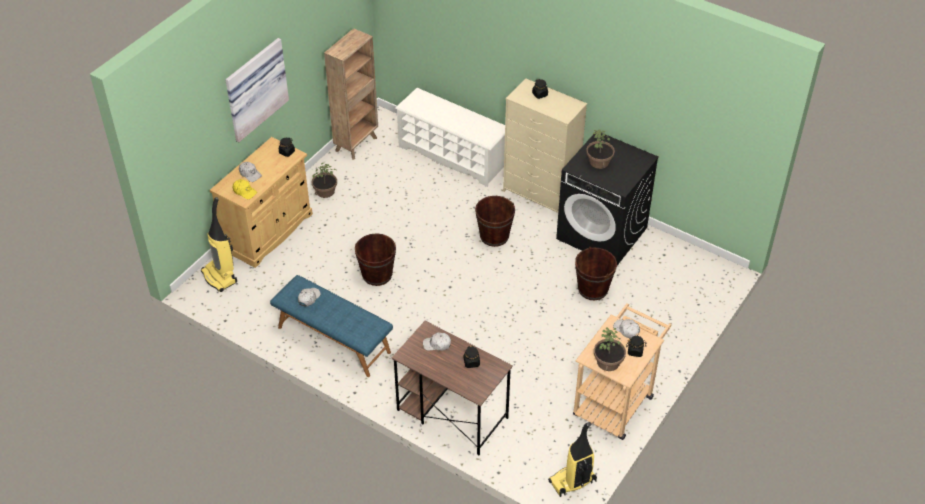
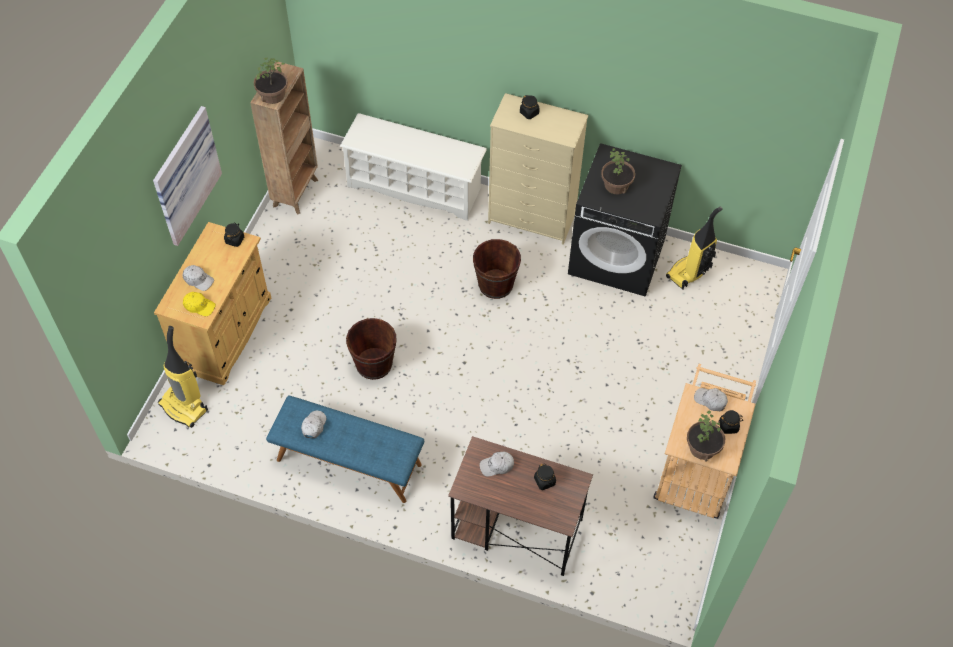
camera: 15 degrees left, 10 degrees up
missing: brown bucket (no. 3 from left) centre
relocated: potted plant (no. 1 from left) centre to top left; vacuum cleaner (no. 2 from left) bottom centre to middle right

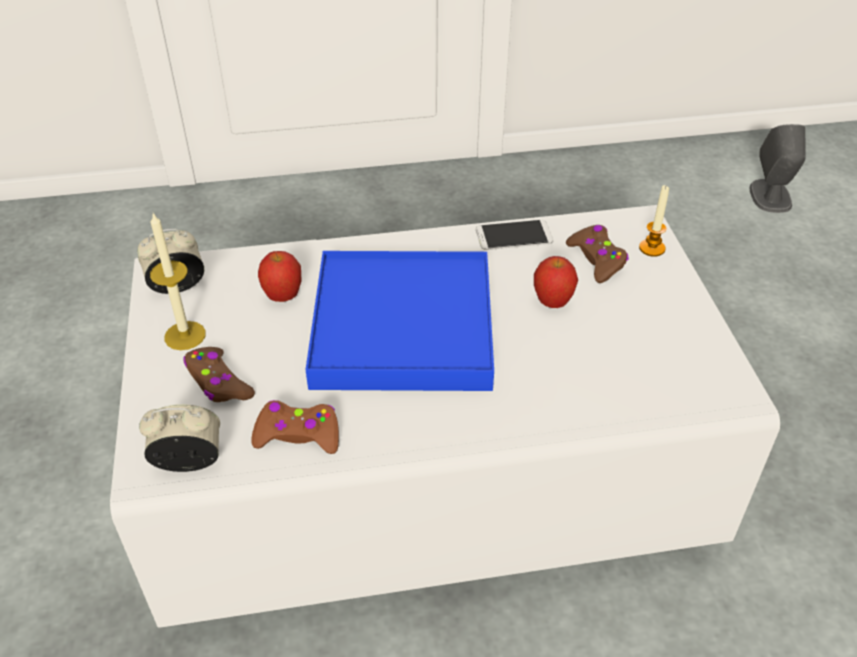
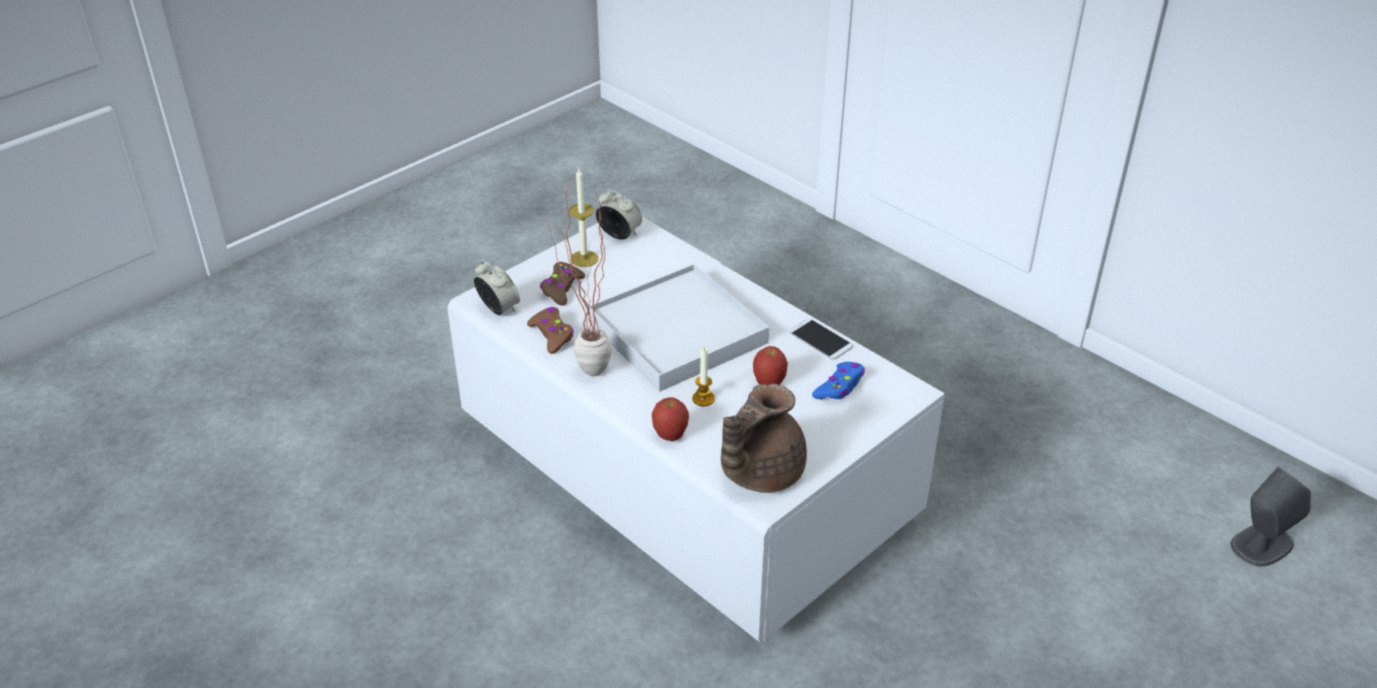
camera: 55 degrees right, 5 degrees down
appeared: potted plant centre; brown teapot centre
relocated: candle (no. 2 from left) middle right to centre; apple (no. 1 from left) middle left to centre
colour: brown game controller (no. 3 from left) middle right to blue game controller centre; blue tray centre to white tray centre

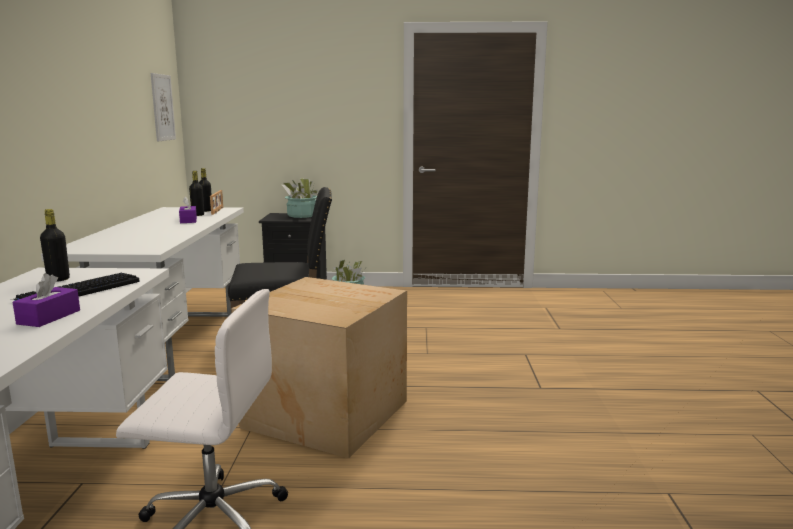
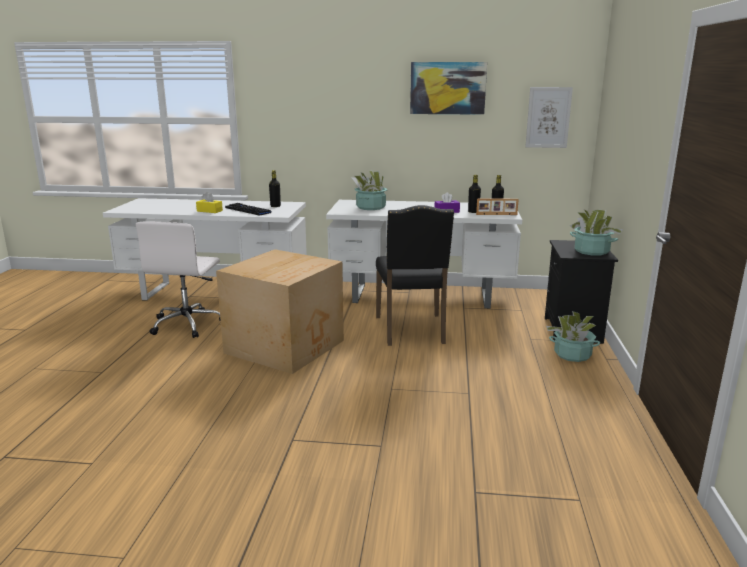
camera: 95 degrees right, 5 degrees up
appeared: picture (no. 1 from left) top centre; potted plant (no. 1 from left) centre
colour: purple tissue box (no. 1 from left) middle left to yellow tissue box middle left

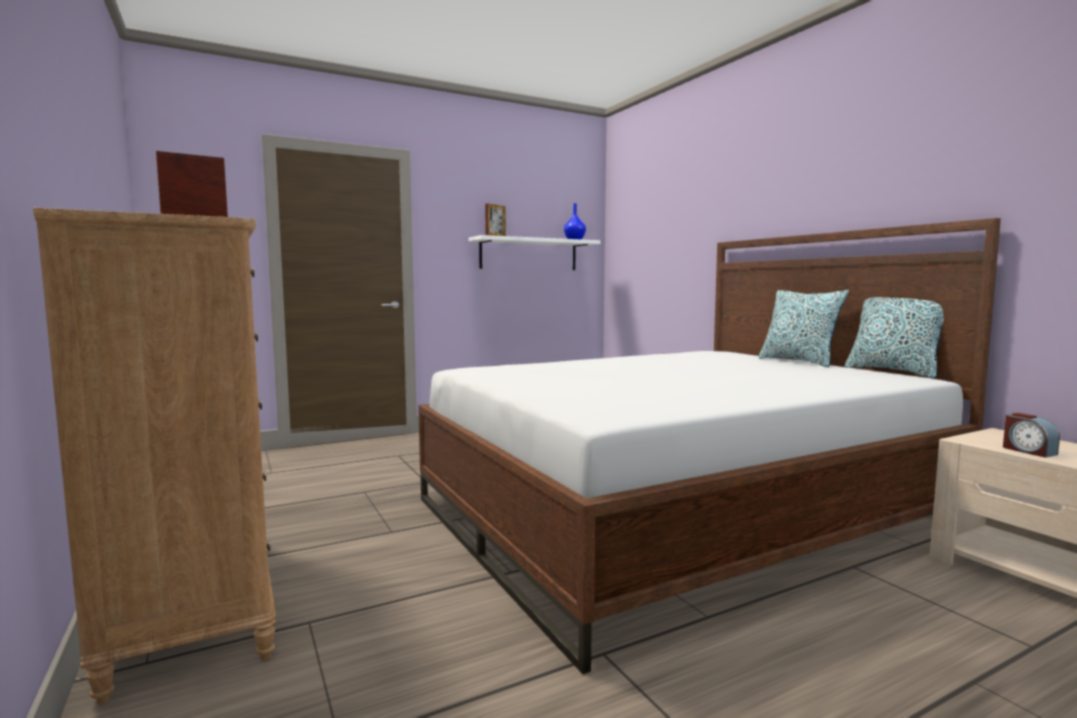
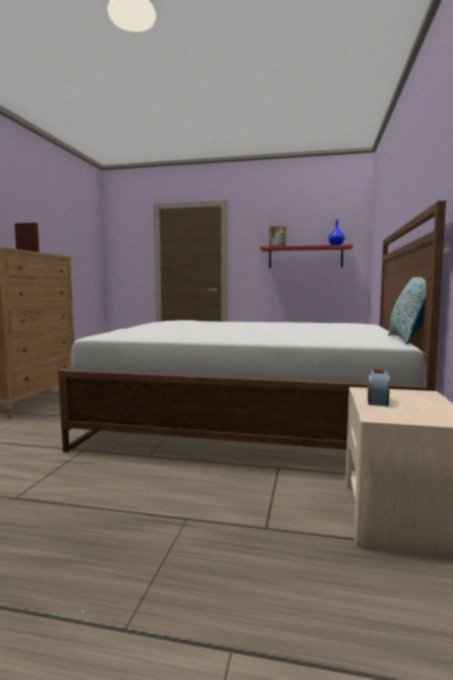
camera: 40 degrees right, 0 degrees up
missing: pillow (no. 1 from left) middle right
colour: white shelf centre to red shelf middle right

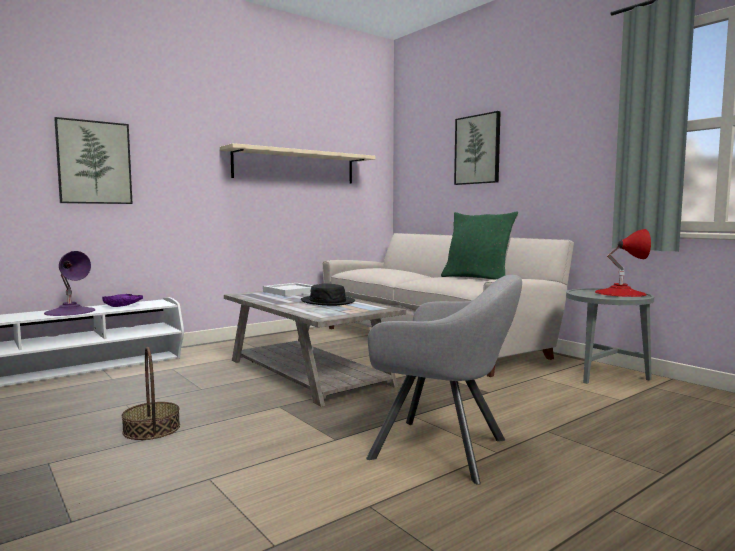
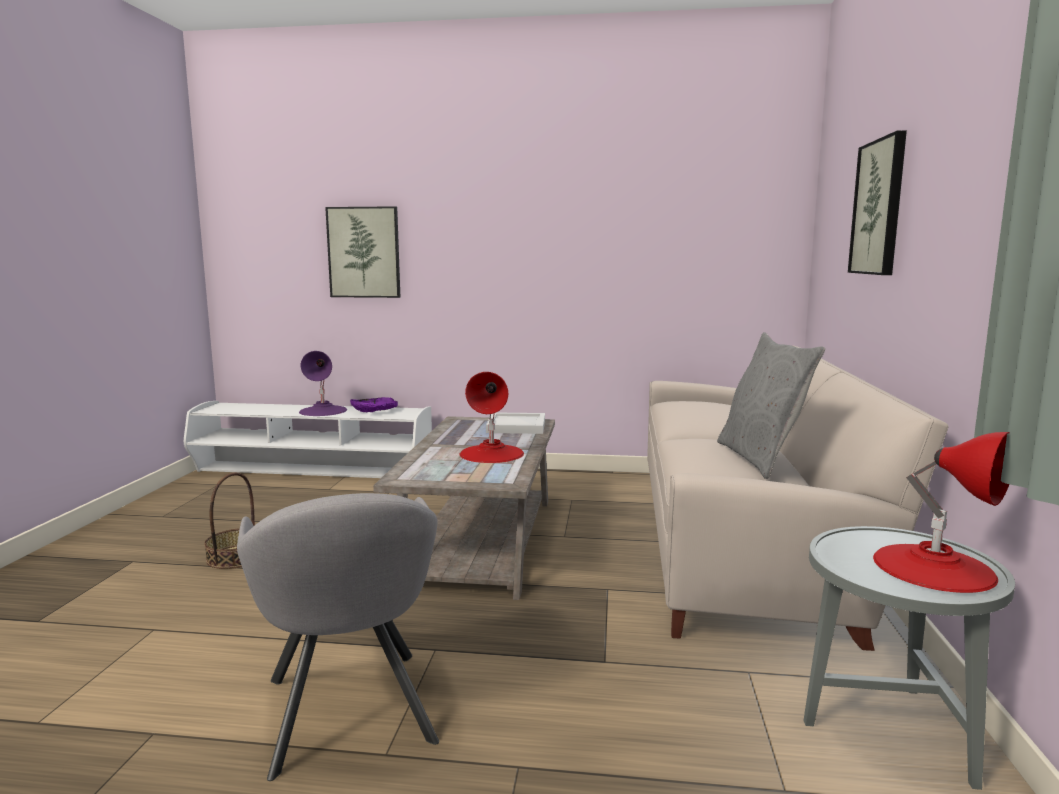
camera: 45 degrees right, 5 degrees up
missing: beige shelf top centre
exchanged: black hat centre to red table lamp (no. 1 from left) centre
colour: green pillow centre to grey pillow middle right

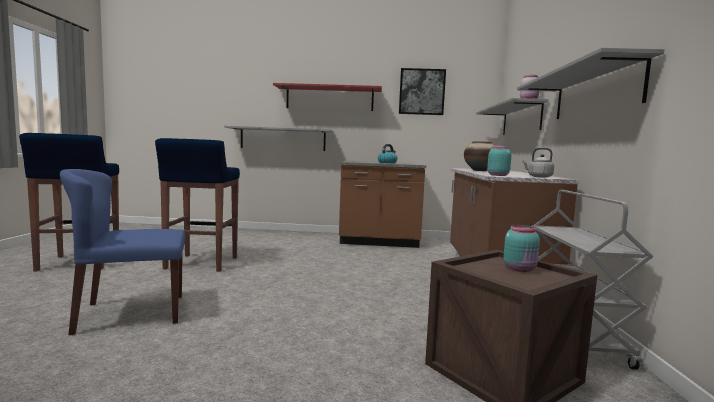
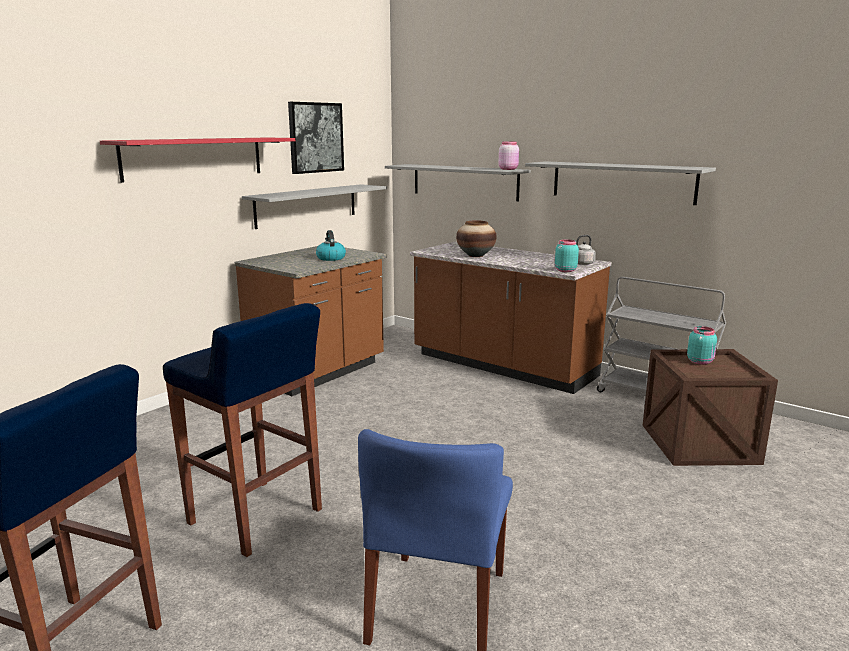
camera: 55 degrees left, 10 degrees up
relocated: grey shelf (no. 1 from left) centre to top centre

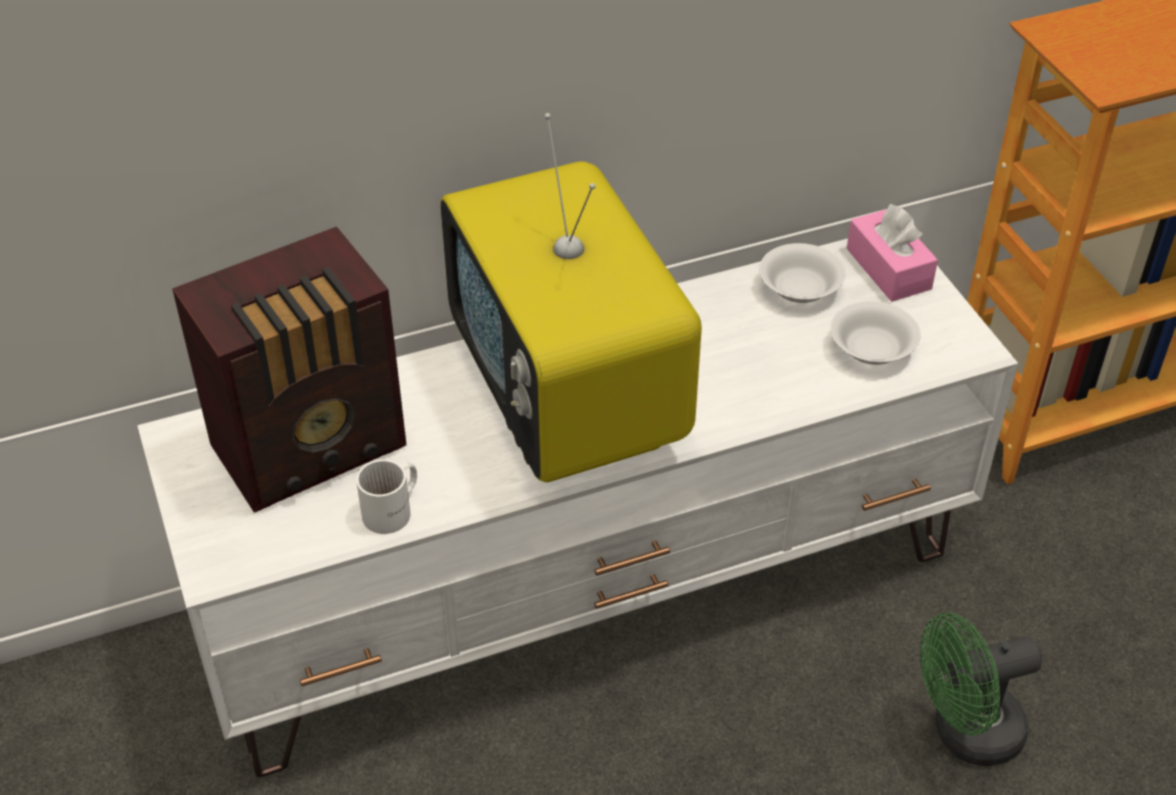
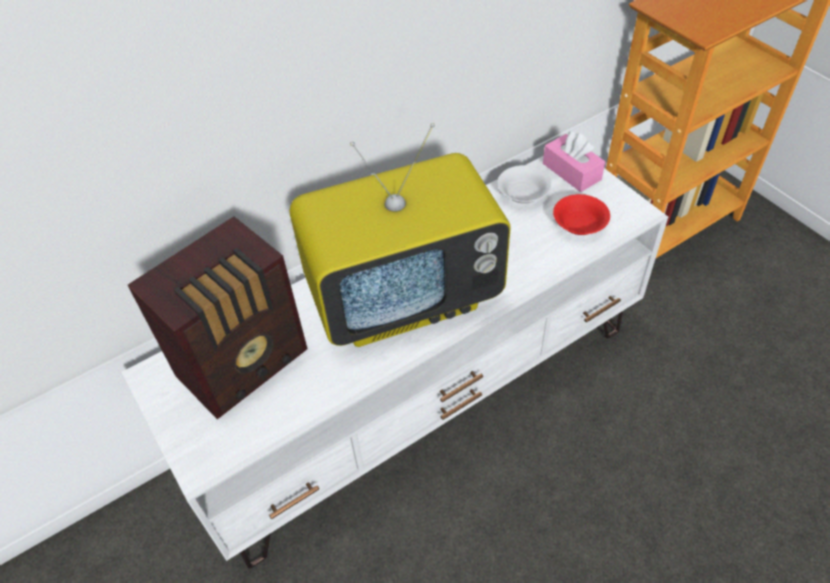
camera: 10 degrees left, 5 degrees up
missing: white mug middle left; green fan bottom right
colour: white bowl (no. 2 from left) middle right to red bowl middle right
spun: television centre = centre 75 degrees counterclockwise

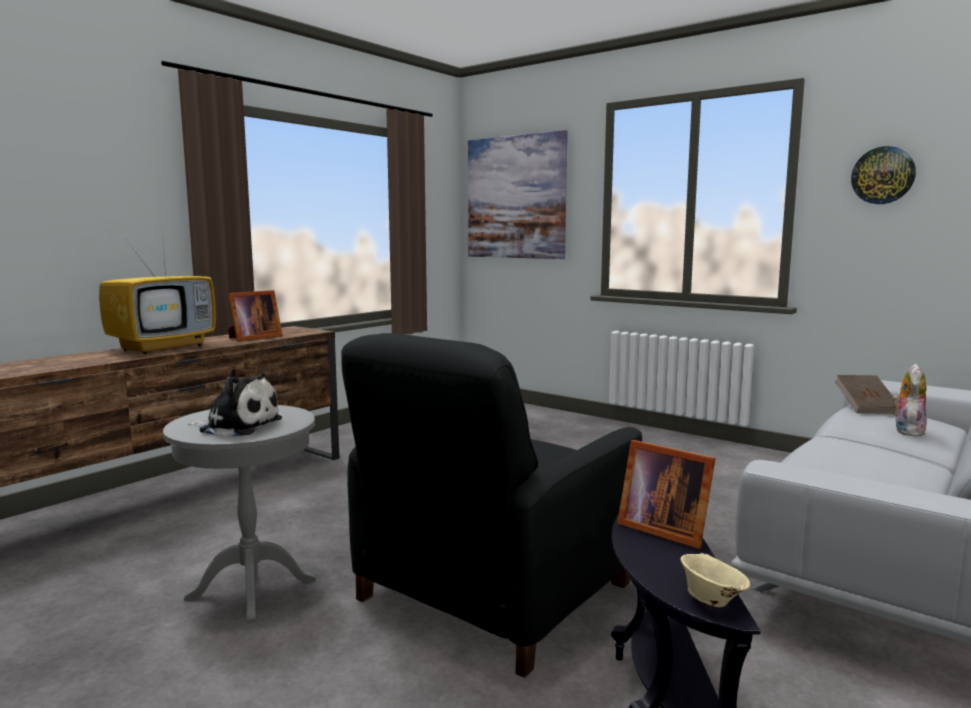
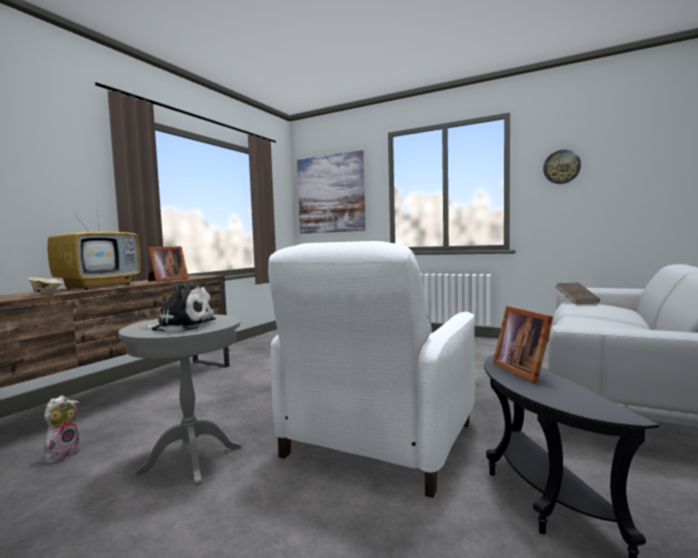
camera: 10 degrees left, 5 degrees down
relocated: plush toy (no. 2 from left in the first image) middle right to plush toy (no. 1 from left) bottom left; beige bowl bottom right to middle left
colour: black armchair bottom centre to white armchair centre
spun: picture frame (no. 2 from left) bottom right = middle right 45 degrees clockwise

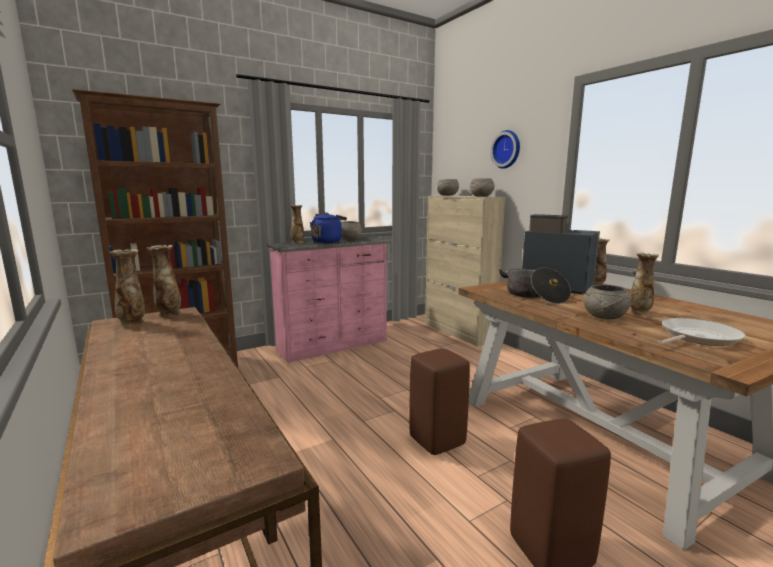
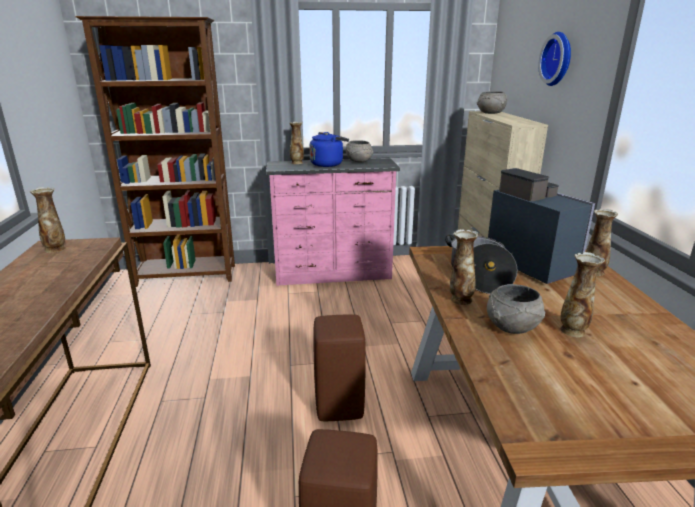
camera: 25 degrees right, 10 degrees up
missing: grey bowl (no. 3 from left) top centre; frying pan middle right
relocated: vase (no. 2 from left in the first image) middle left to vase (no. 3 from left) middle right

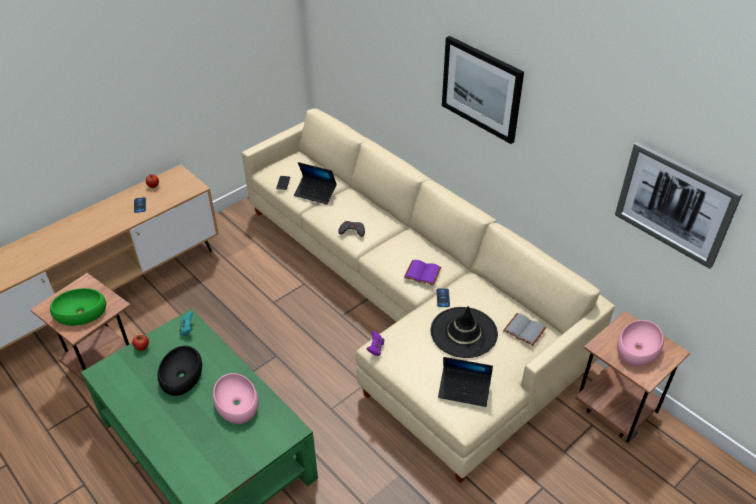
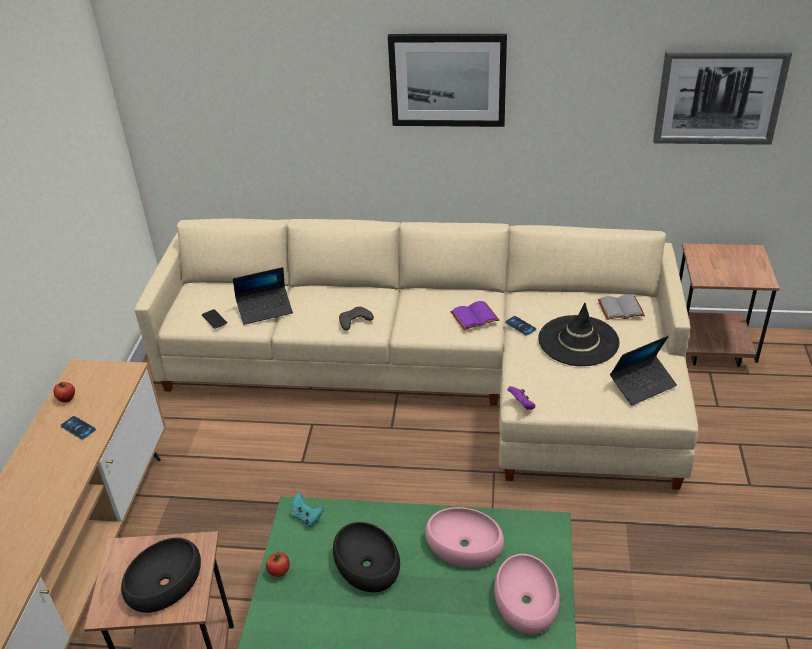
camera: 40 degrees left, 5 degrees down
relocated: pink bowl (no. 2 from left) bottom right to bottom centre
colour: green bowl middle left to black bowl (no. 1 from left) bottom left

